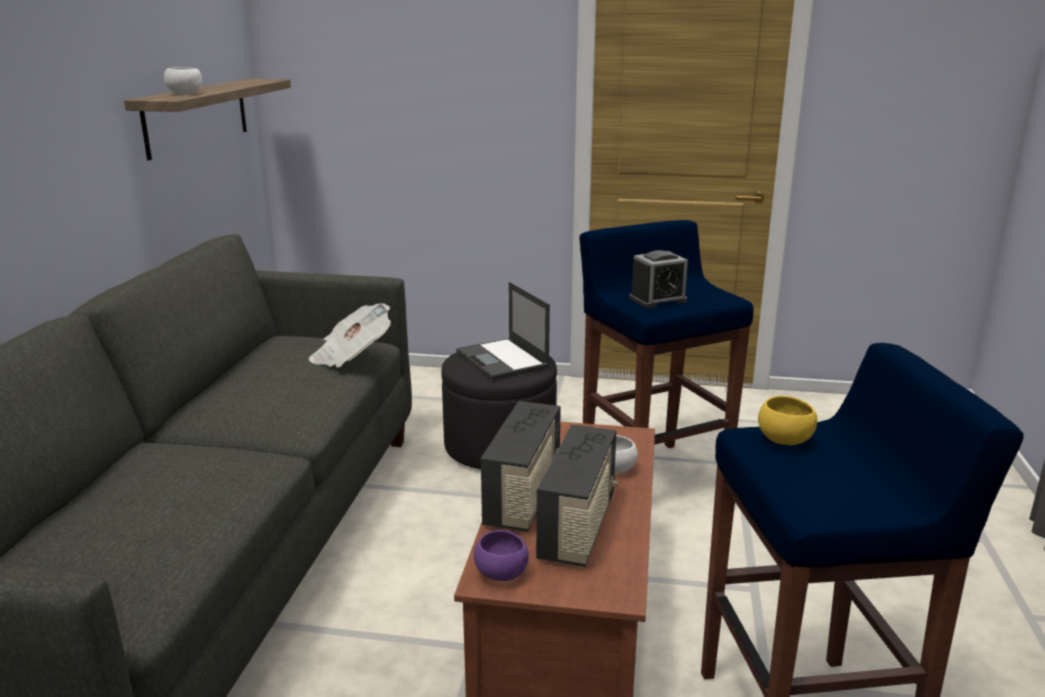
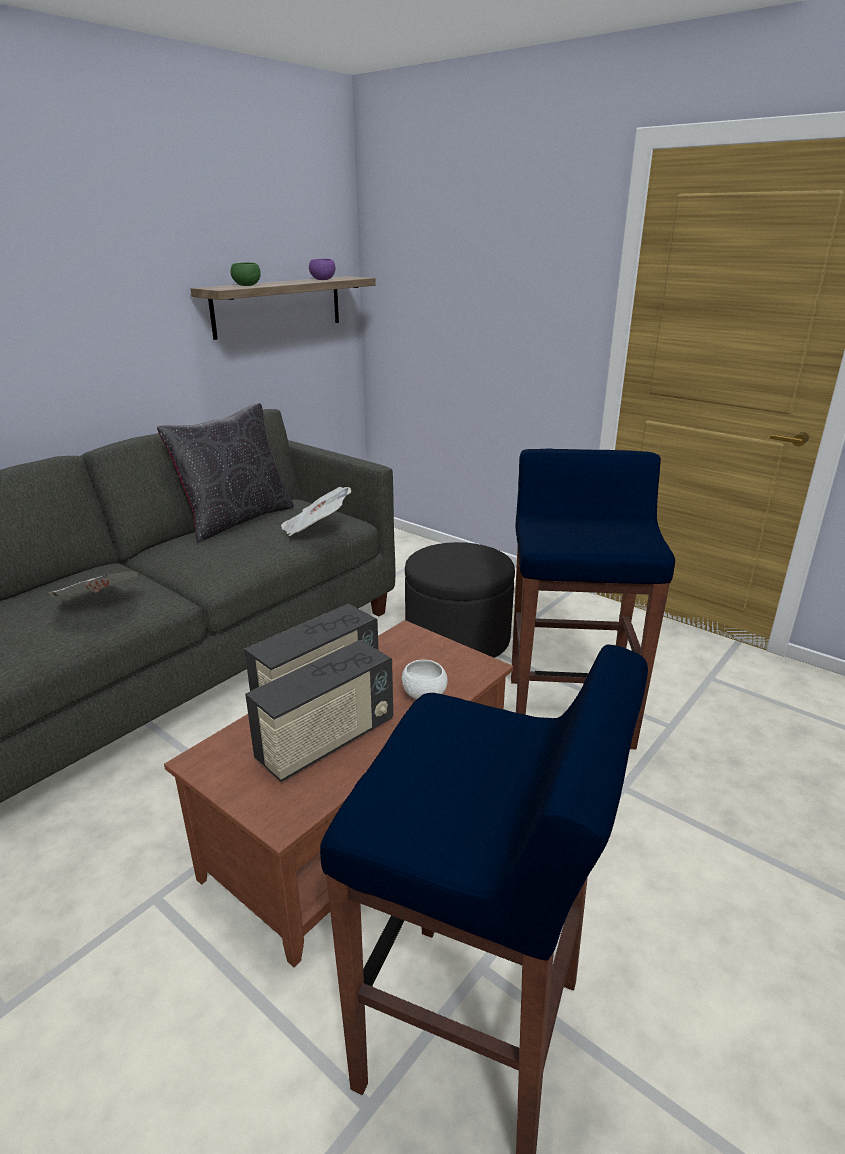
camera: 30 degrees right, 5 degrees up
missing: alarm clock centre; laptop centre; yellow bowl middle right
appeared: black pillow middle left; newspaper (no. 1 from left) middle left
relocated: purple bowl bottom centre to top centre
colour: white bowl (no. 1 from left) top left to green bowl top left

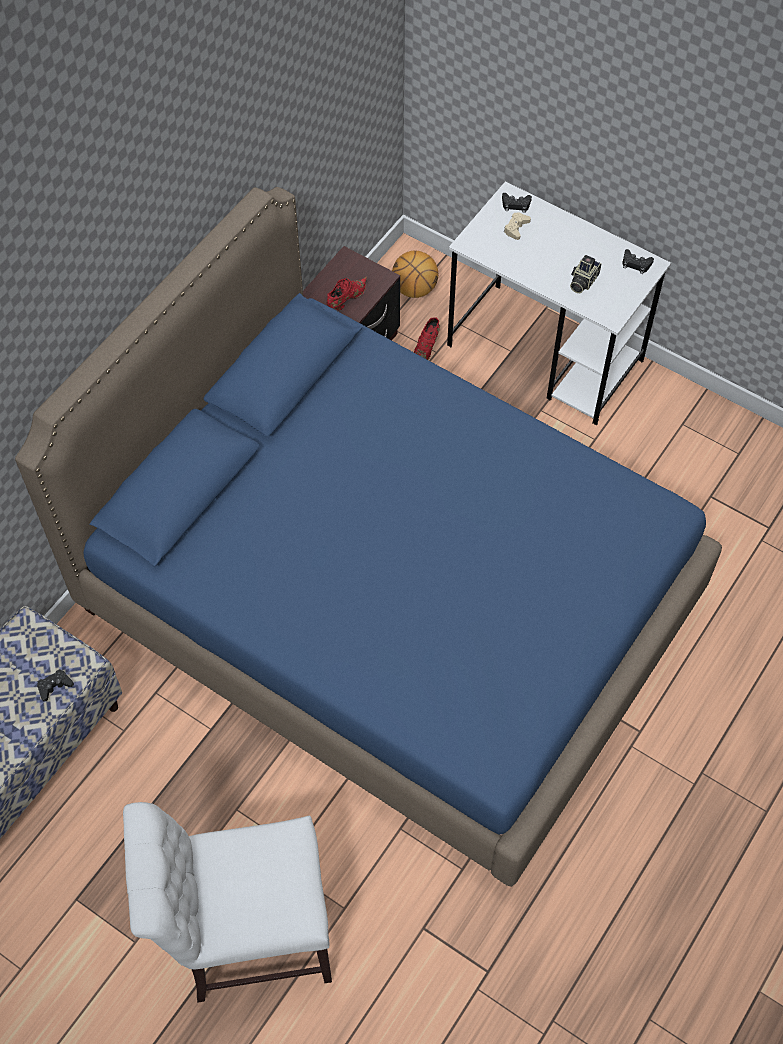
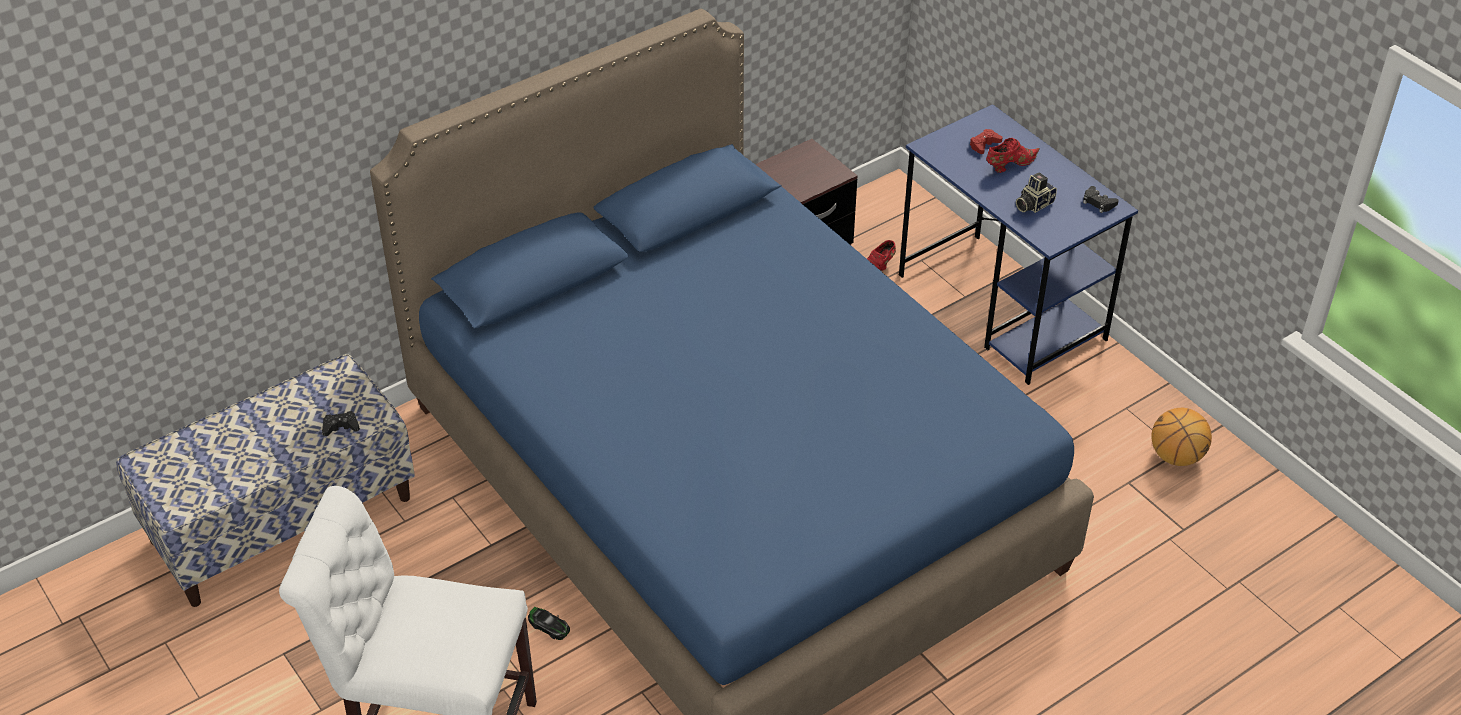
camera: 20 degrees right, 15 degrees down
missing: black game controller (no. 2 from left) top centre
appeared: toy car bottom centre
relocated: basketball top centre to middle right; red shoe (no. 1 from left in the first image) top centre to red shoe (no. 2 from left) top right
colour: white desk top right to blue desk middle right; beige game controller top centre to red game controller top right

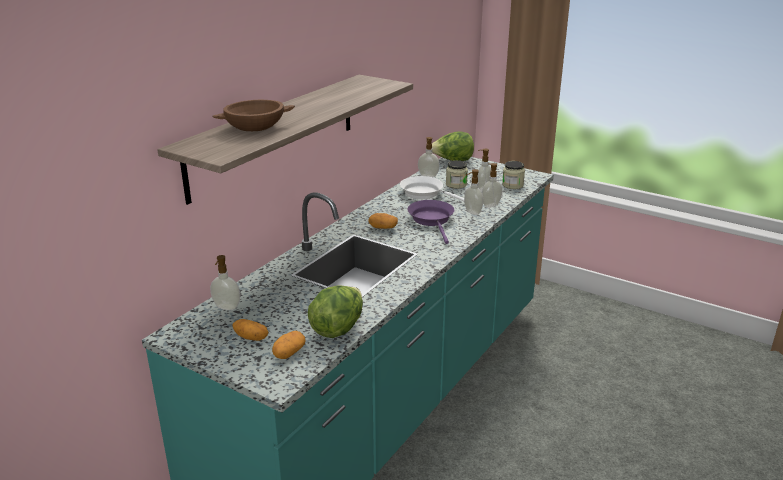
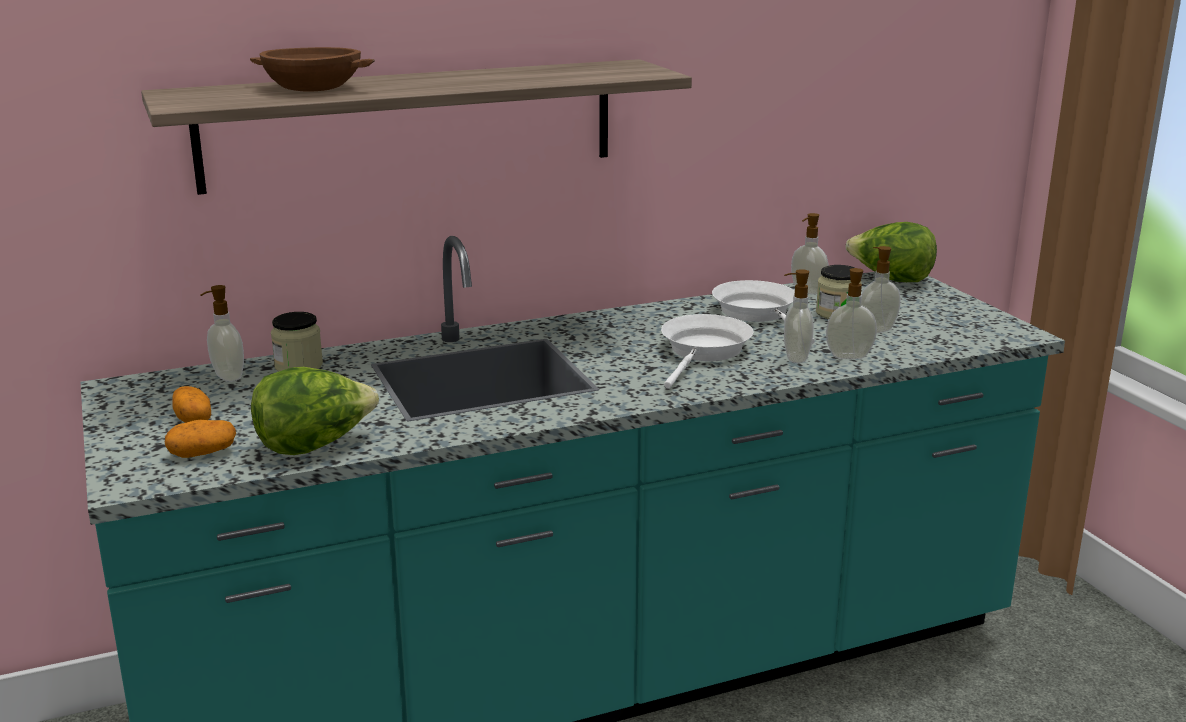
camera: 35 degrees right, 5 degrees down
missing: potato (no. 3 from left) centre
relocated: jar (no. 2 from left in the first image) centre to jar (no. 1 from left) middle left
colour: purple frying pan centre to white frying pan (no. 1 from left) centre

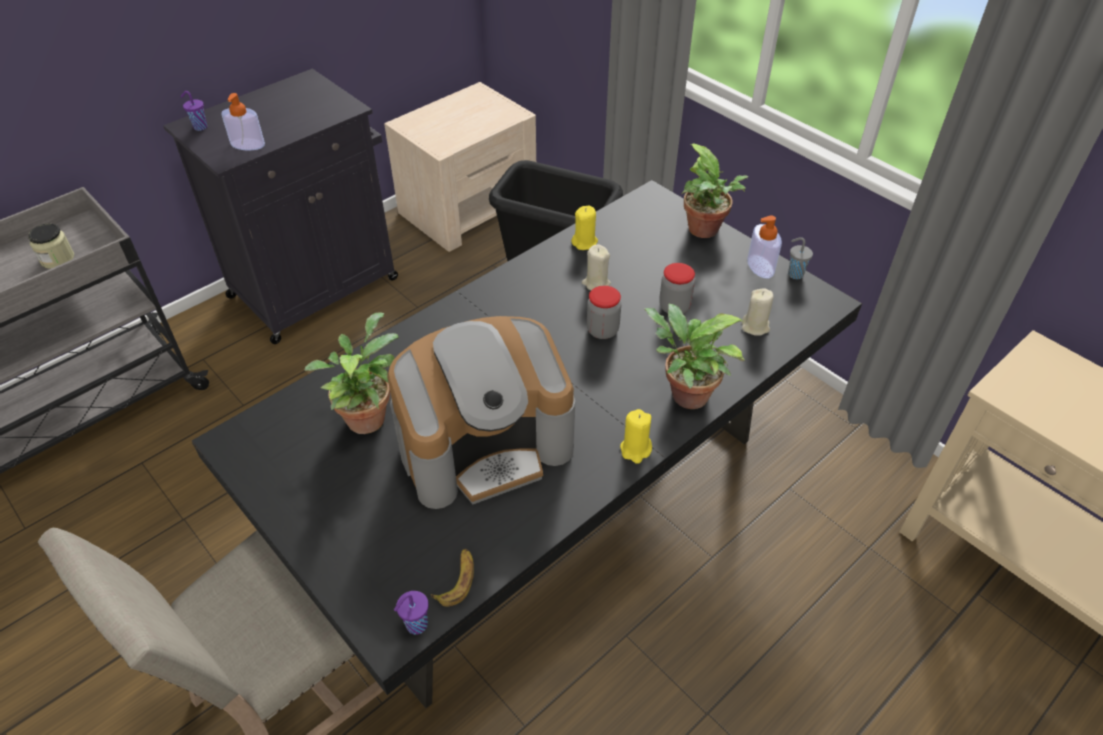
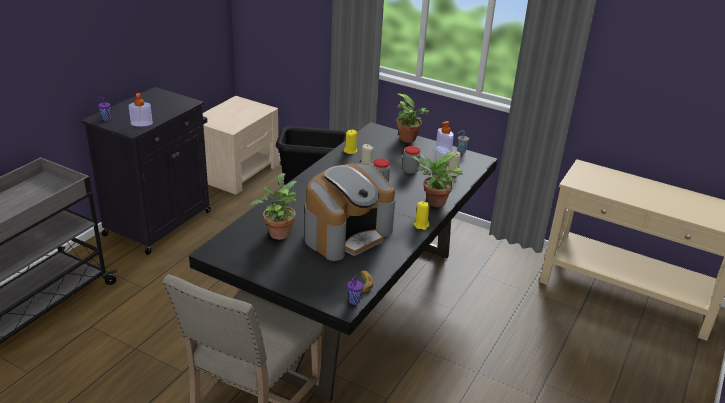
camera: 20 degrees left, 15 degrees down
missing: jar (no. 1 from left) middle left

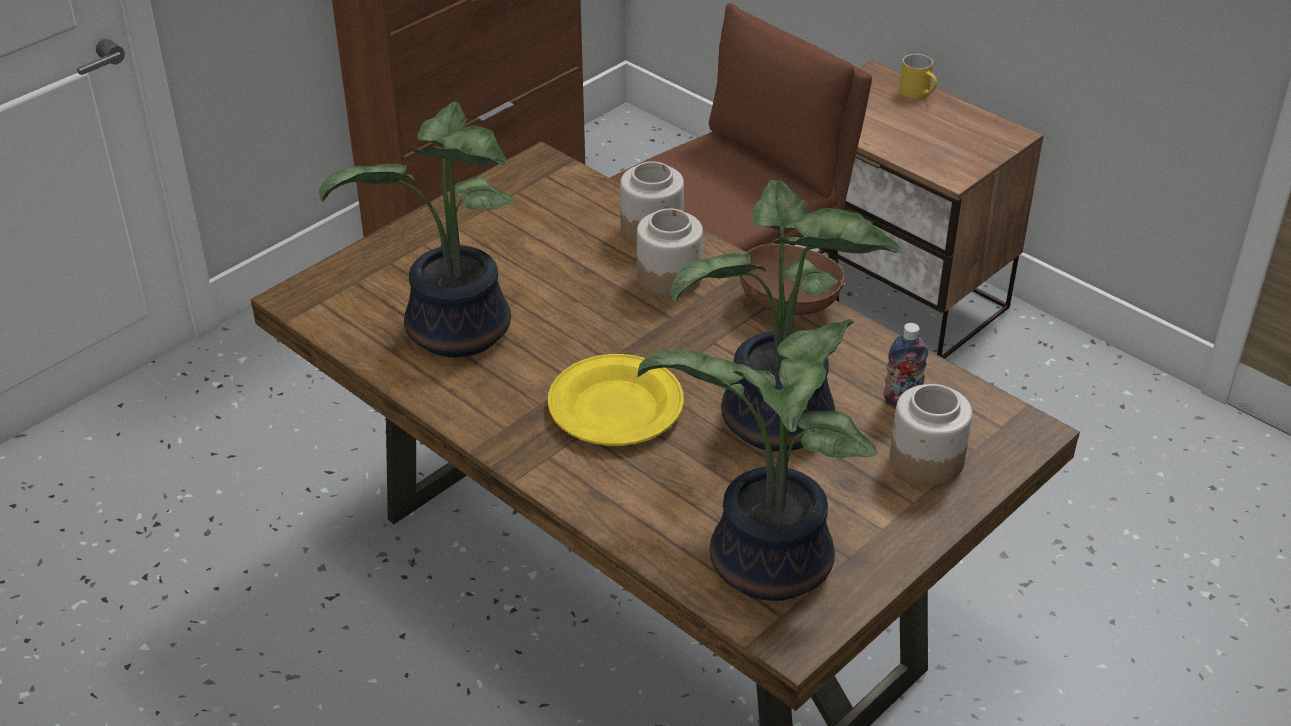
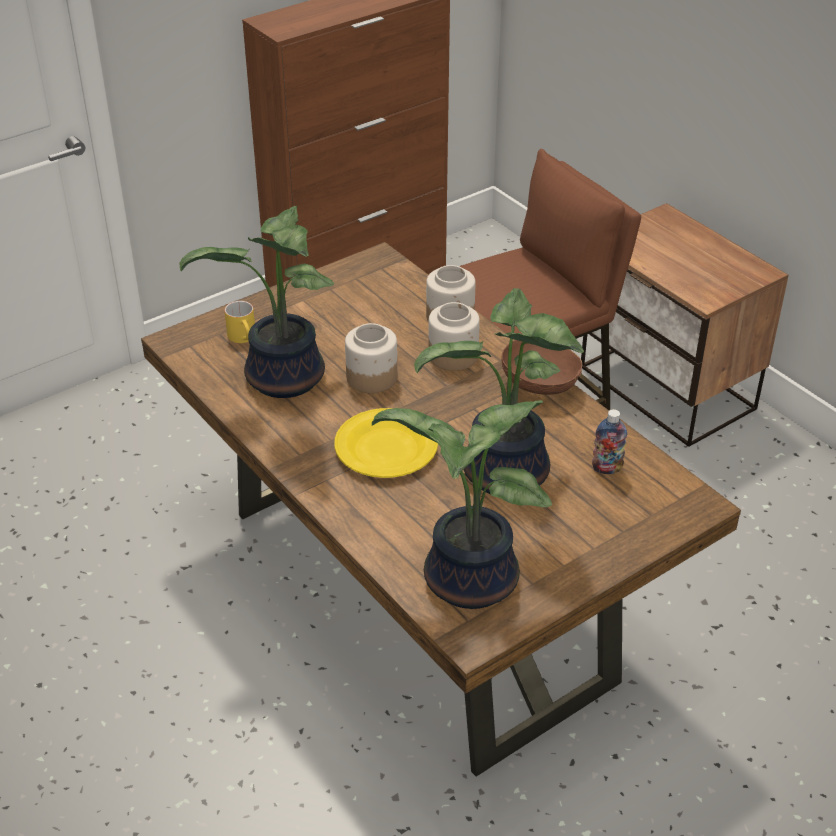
camera: 10 degrees right, 0 degrees up
relocated: yellow mug top right to middle left; jar (no. 3 from left in the first image) middle right to jar (no. 1 from left) centre

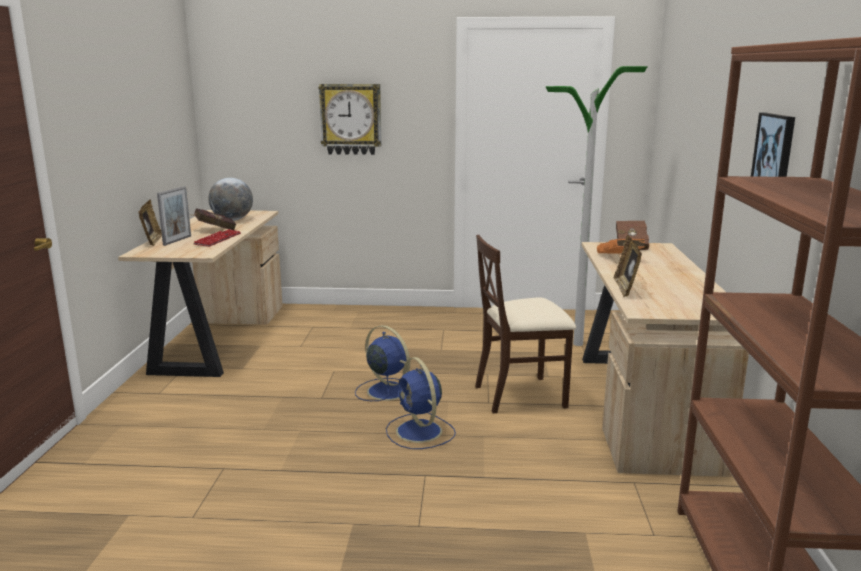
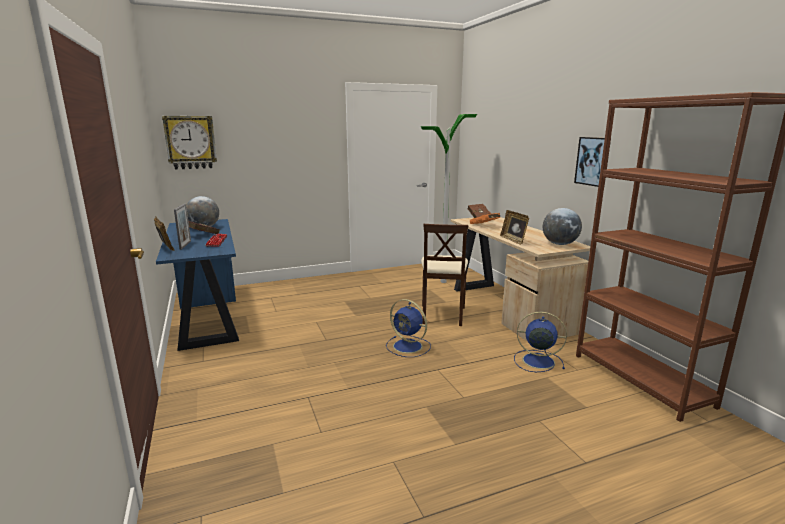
camera: 25 degrees left, 0 degrees up
appeared: globe (no. 2 from left) middle right
relocated: wall clock top centre to top left; blue fan (no. 1 from left in the first image) centre to blue fan (no. 2 from left) middle right
colour: beige desk (no. 1 from left) middle left to blue desk middle left
spun: beige chair centre = centre 45 degrees counterclockwise

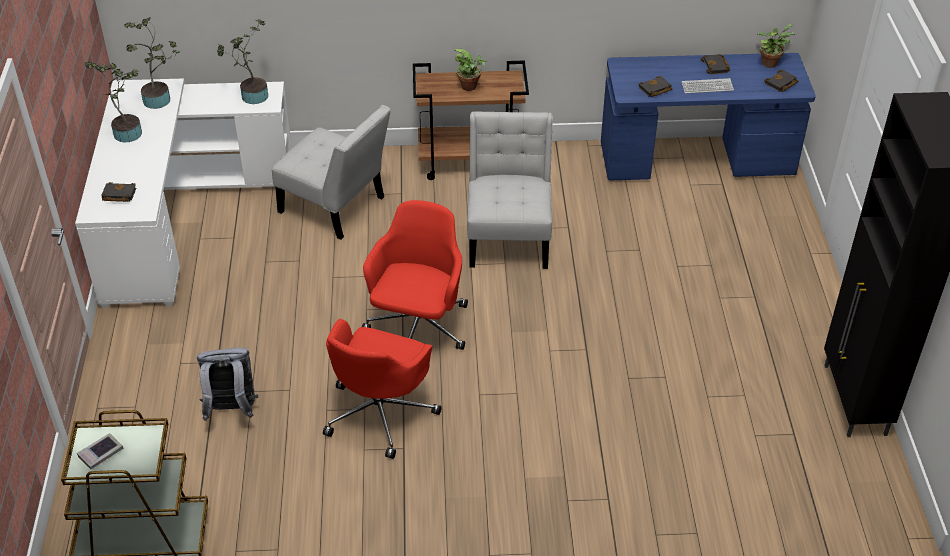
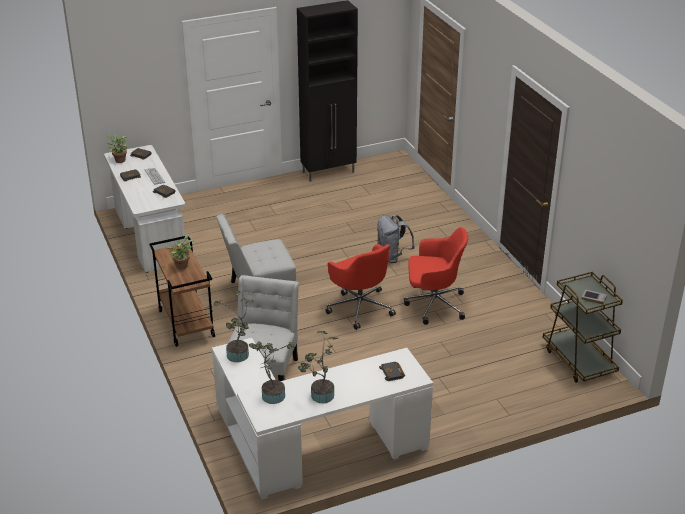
camera: 110 degrees left, 10 degrees down
relocated: grey backpack bottom left to centre
colour: blue desk top right to white desk (no. 1 from left) middle left
spun: red office chair (no. 2 from left in the first image) centre = centre 120 degrees counterclockwise

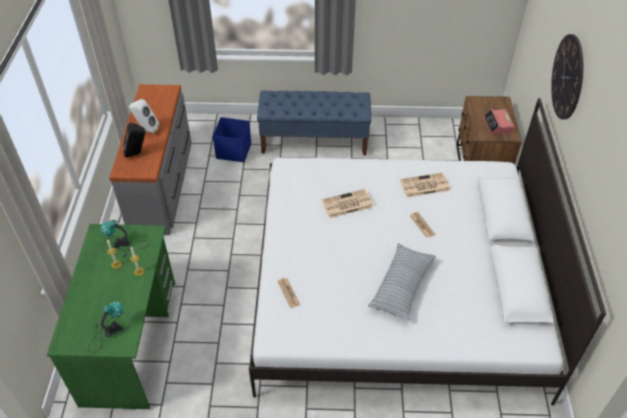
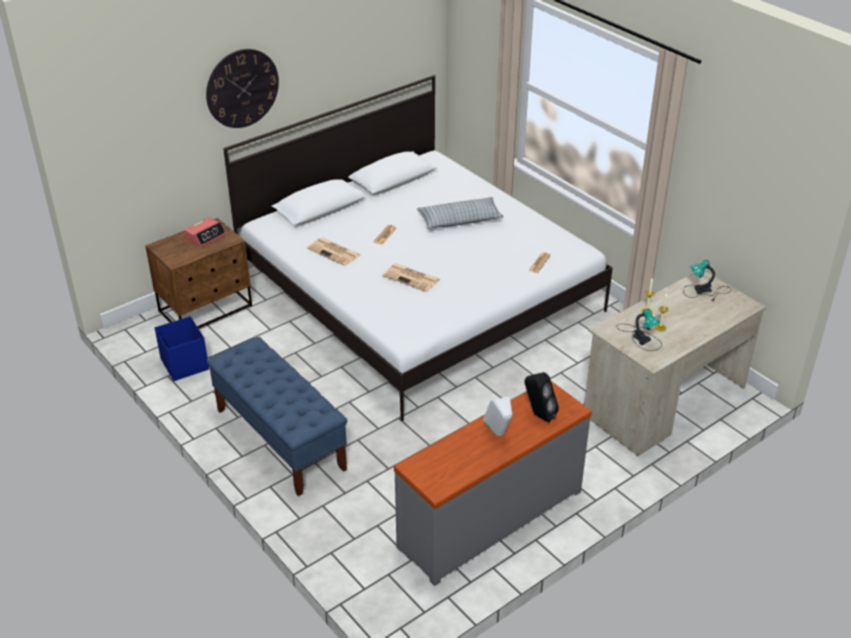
camera: 130 degrees left, 10 degrees down
relocated: blue storage box top centre to middle left
colour: green desk bottom left to beige desk middle right

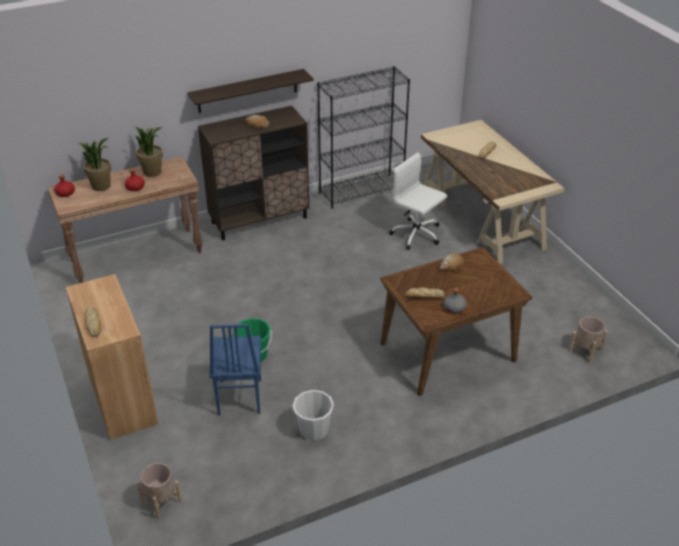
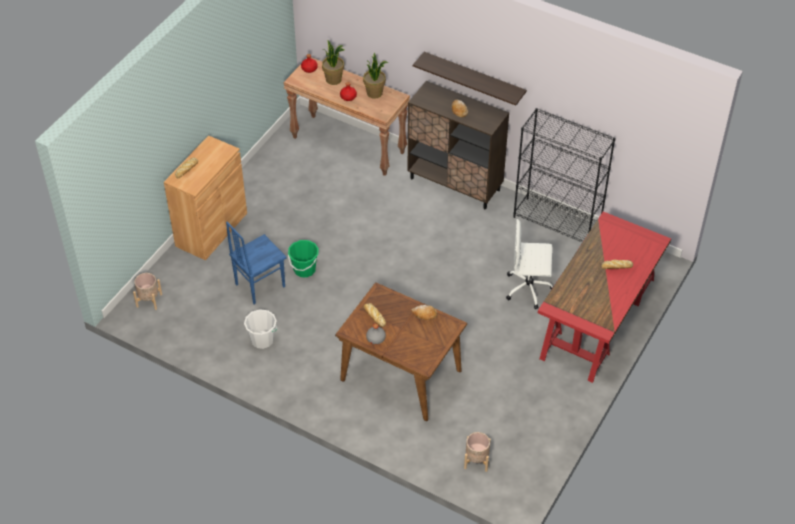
camera: 55 degrees right, 10 degrees up
colour: beige desk middle right to red desk middle right
spun: white office chair centre = centre 90 degrees counterclockwise

